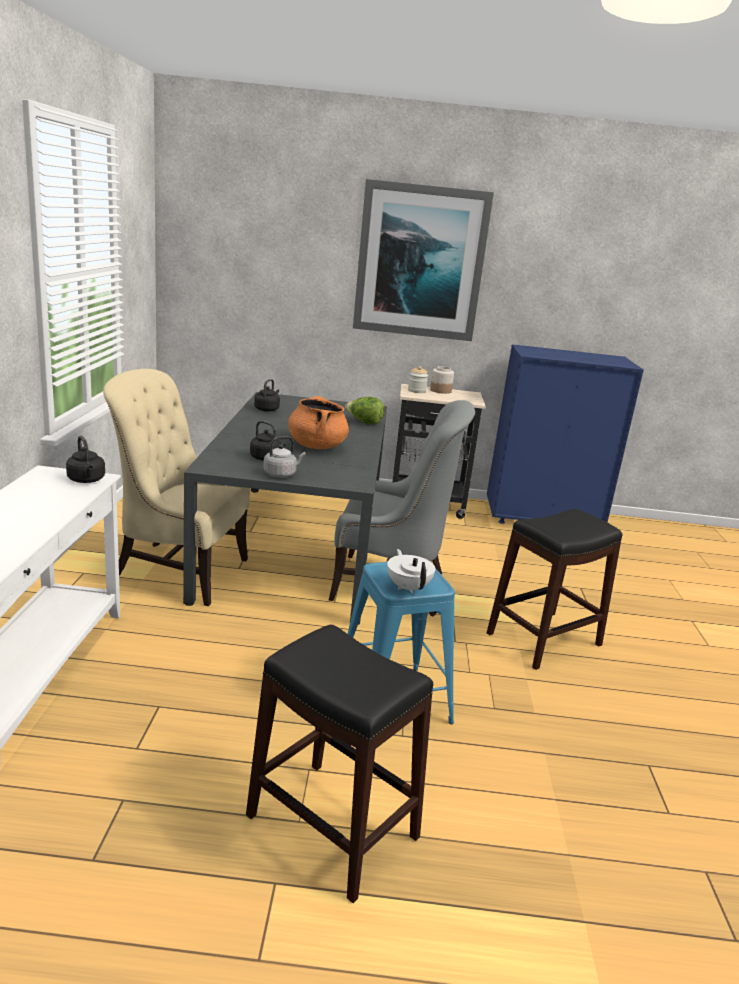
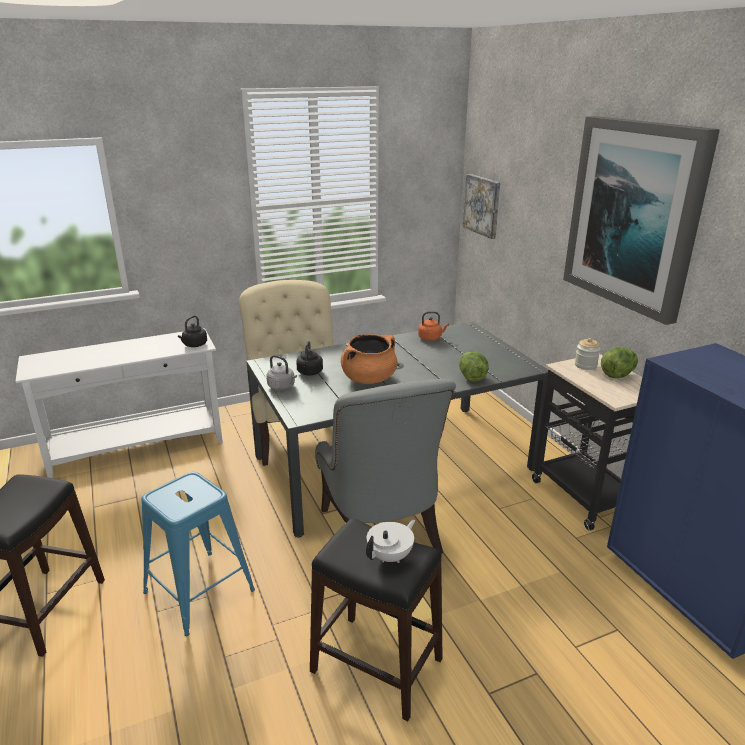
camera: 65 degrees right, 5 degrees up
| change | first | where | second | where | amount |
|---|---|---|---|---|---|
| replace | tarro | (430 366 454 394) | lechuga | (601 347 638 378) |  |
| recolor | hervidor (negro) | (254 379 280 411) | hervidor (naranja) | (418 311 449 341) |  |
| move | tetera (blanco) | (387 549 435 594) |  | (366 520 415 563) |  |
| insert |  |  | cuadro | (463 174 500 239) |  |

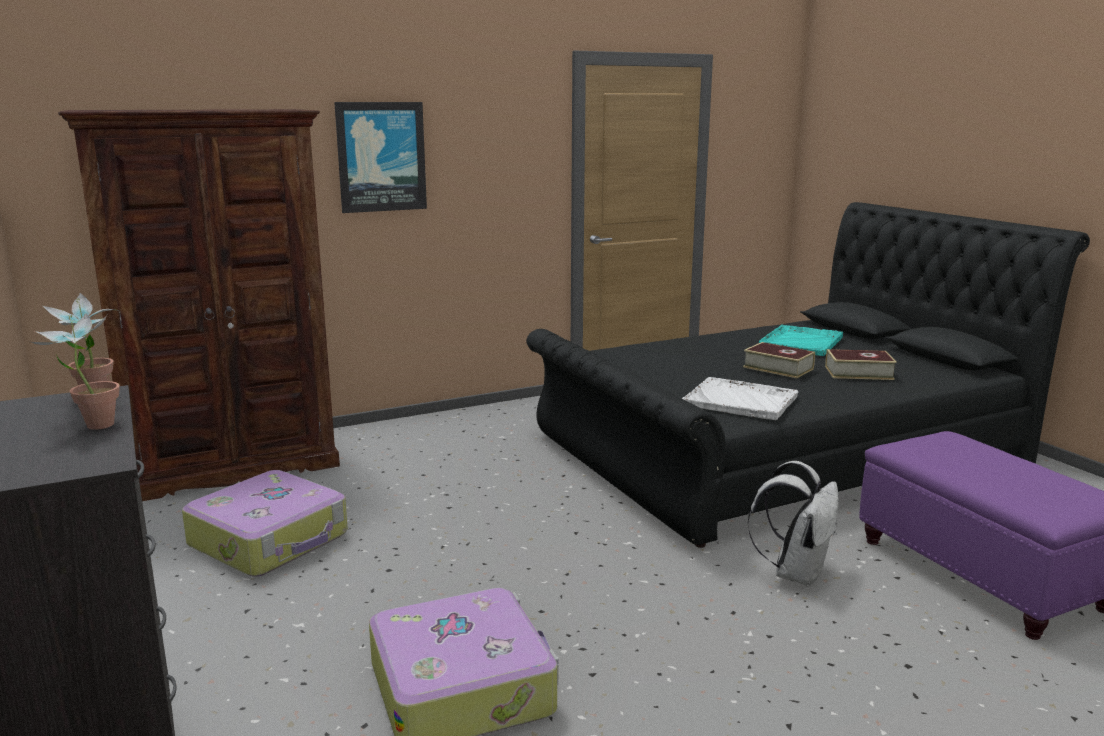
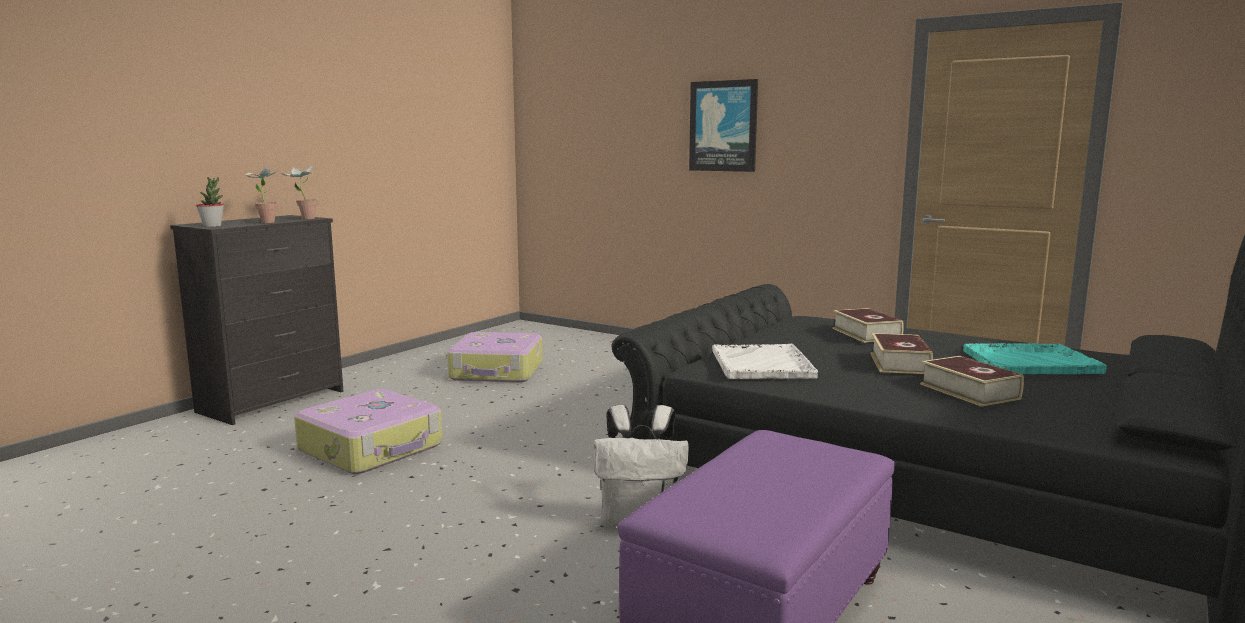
camera: 60 degrees right, 5 degrees down
| change | first | where | second | where | amount |
|---|---|---|---|---|---|
| delete | armario ropero (marrón) | (58 109 340 501) |  |  |  |
| insert |  |  | planta en maceta | (196 177 224 227) |  |
| insert |  |  | libro | (832 308 904 343) |  |

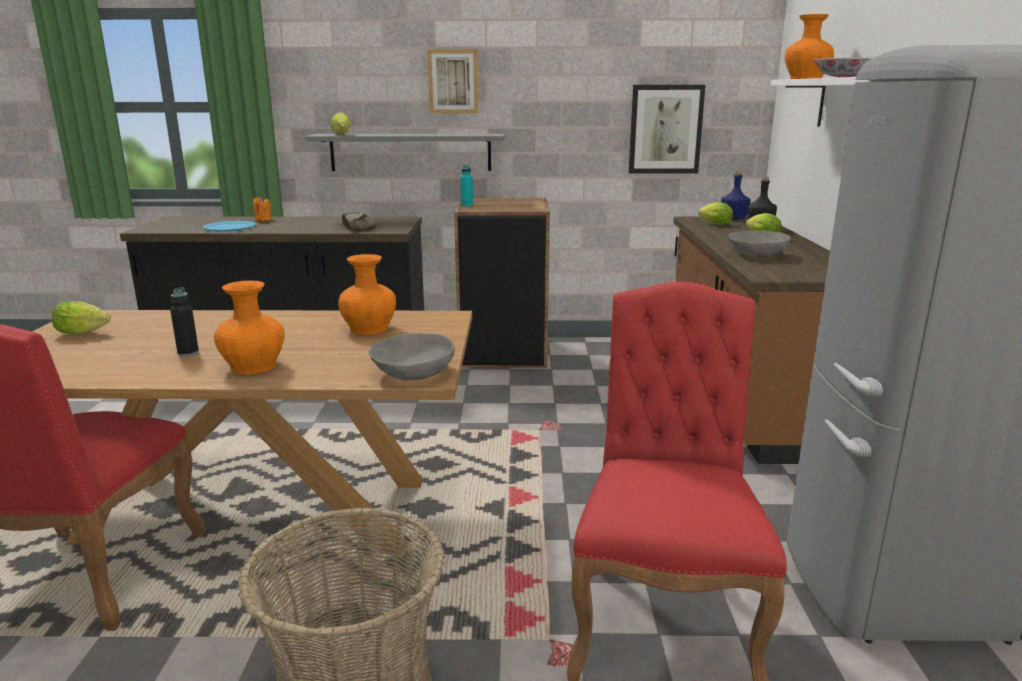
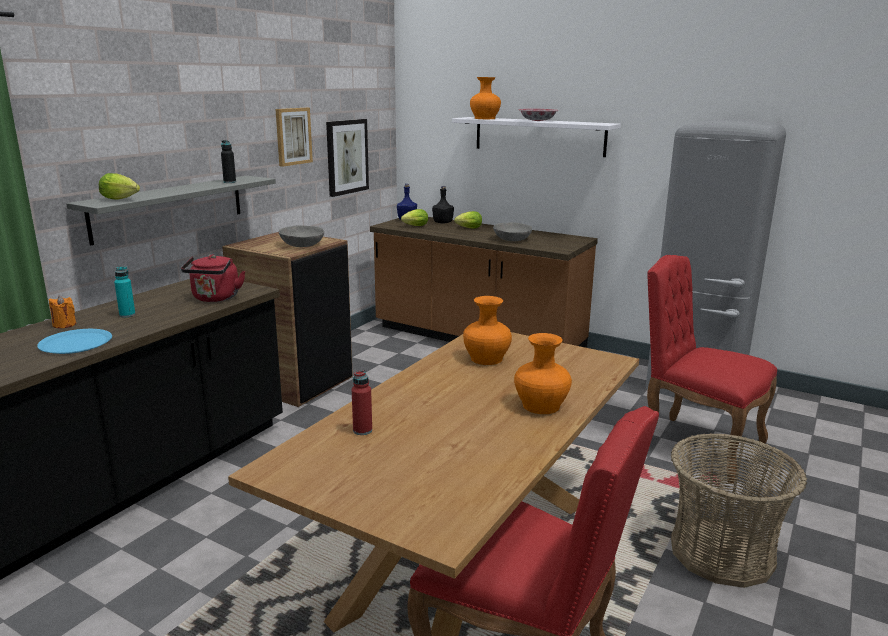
camera: 60 degrees left, 0 degrees up
| change | first | where | second | where | amount |
|---|---|---|---|---|---|
| move | cuadro | (427 50 478 113) |  | (276 108 313 167) |  |
| move | botella (turquesa) | (460 165 473 207) |  | (114 267 135 317) |  |
| replace | pan | (342 212 377 231) | hervidor (rojo) | (181 254 246 302) |  |
| move | botella (negro) | (170 287 199 357) |  | (221 140 236 183) |  |
| delete | lechuga | (52 301 111 335) |  |  |  |
| move | cuenco (gris) | (369 333 455 380) |  | (279 226 324 247) |  |
| insert |  |  | botella (rojo) | (352 370 372 435) |  |

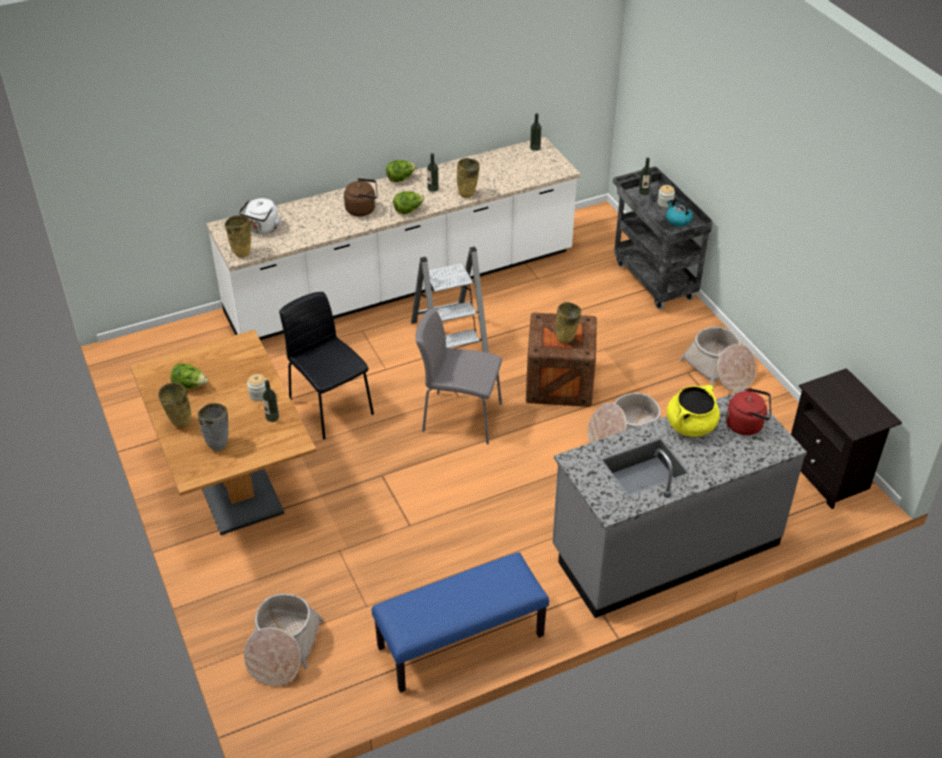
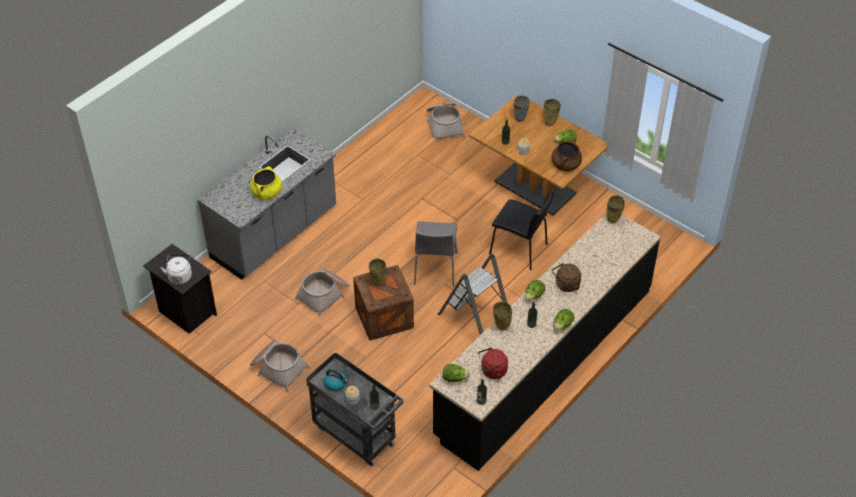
camera: 155 degrees right, 5 degrees up
| change | first | where | second | where | amount |
|---|---|---|---|---|---|
| recolor | mueble bajo de cocina (blanco) | (206 137 580 340) | mueble bajo de cocina (negro) | (429 213 661 471) |  |
| move | hervidor (blanco) | (239 198 282 234) |  | (161 255 192 285) |  |
| rotate | silla (gris) | (416 309 502 444) |  | (414 221 457 287) | 105 degrees clockwise |
| move | hervidor (rojo) | (726 388 771 435) |  | (478 347 508 379) |  |
| delete | banco (azul) | (372 552 549 693) |  |  |  |
| insert |  |  | olla (marrón) | (552 139 582 171) |  |
| insert |  |  | lechuga | (443 364 470 382) |  |

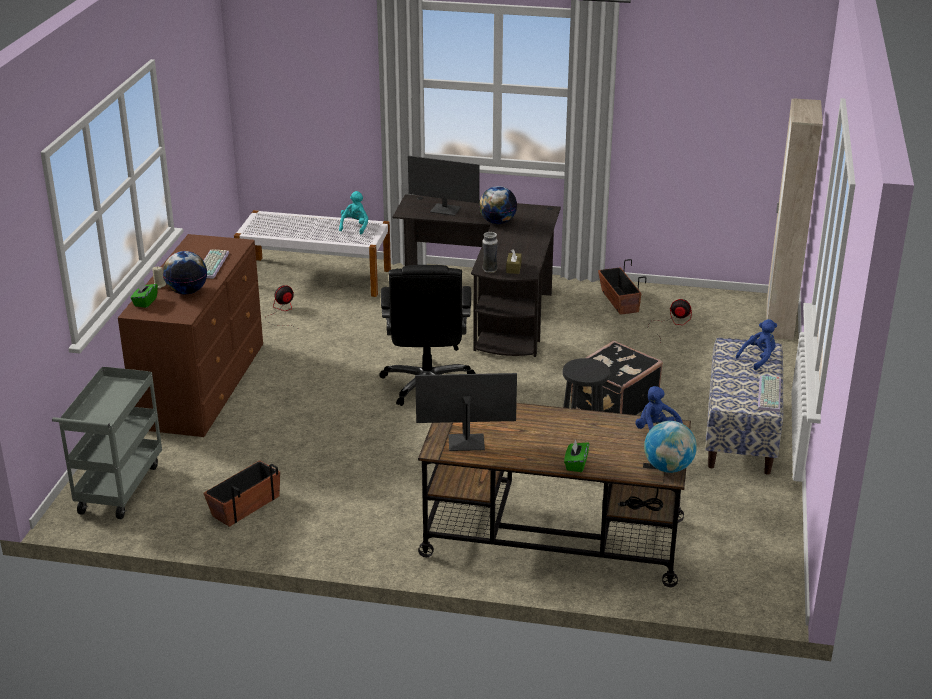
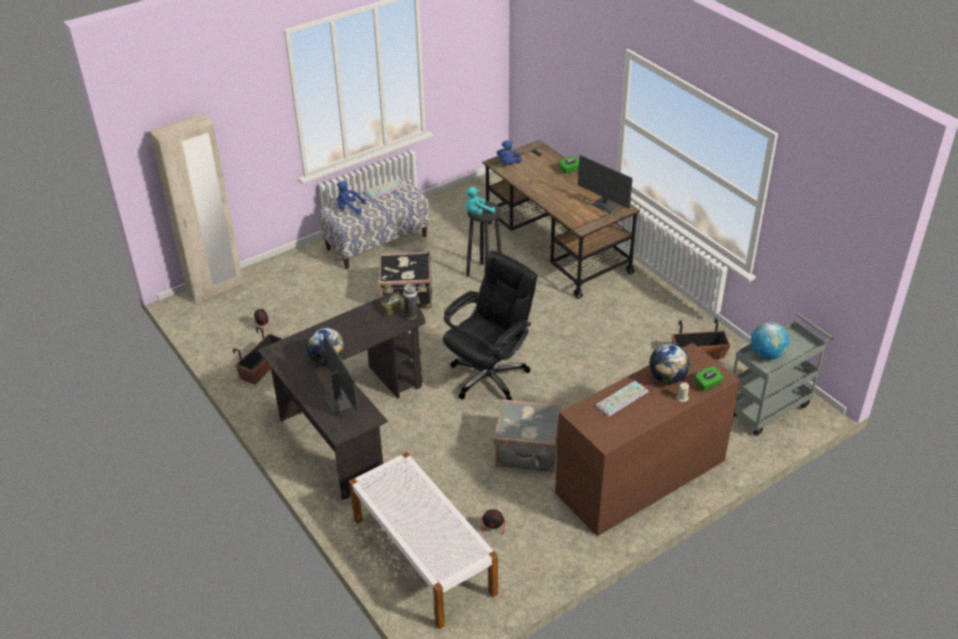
camera: 135 degrees left, 10 degrees up
| change | first | where | second | where | amount |
|---|---|---|---|---|---|
| move | peluche (turquesa) | (339 191 368 235) |  | (465 187 495 215) |  |
| move | globo terráqueo | (644 421 697 473) |  | (751 322 789 360) |  |
| insert |  |  | maleta (gris) | (494 399 561 472) |  |

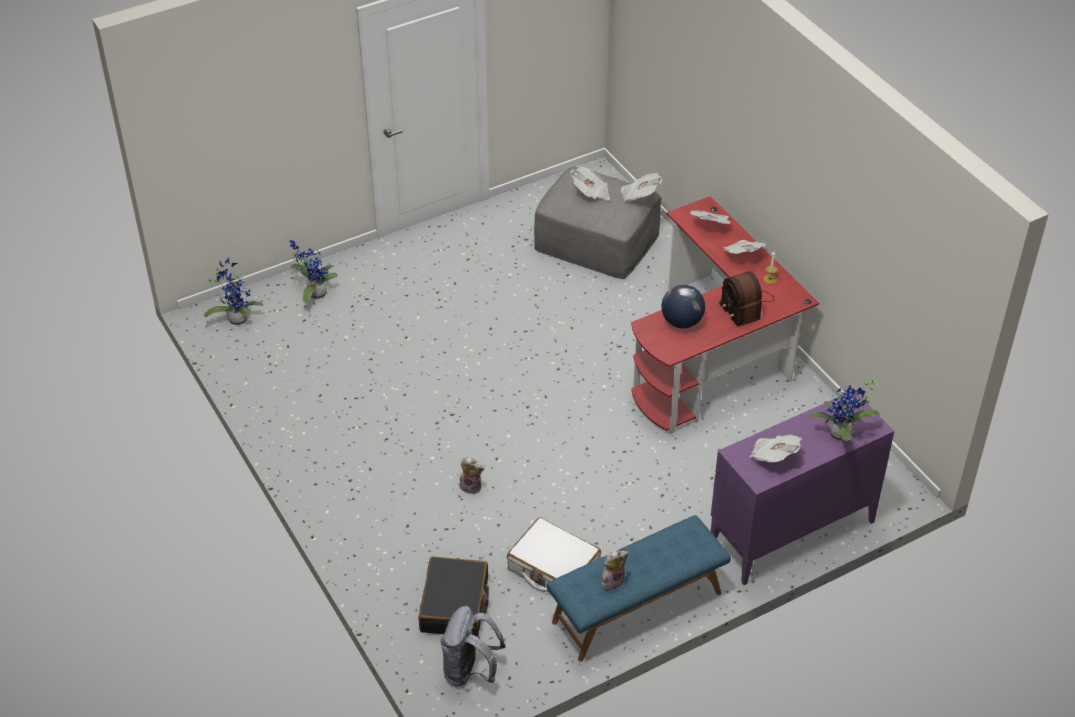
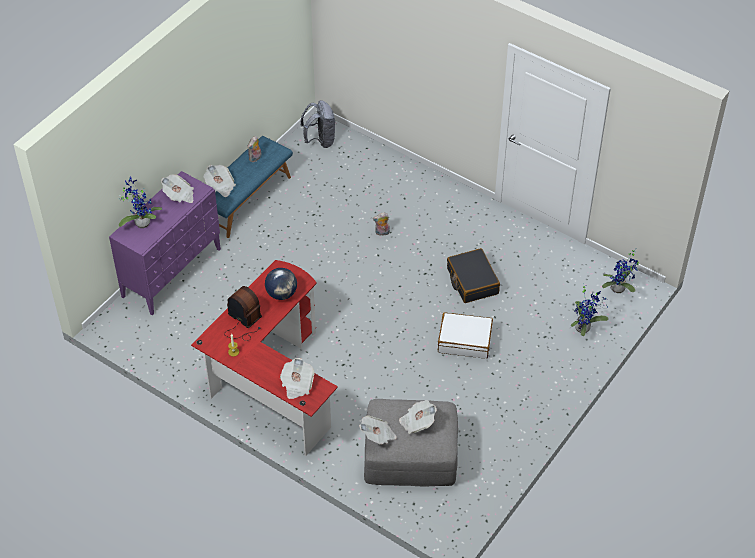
camera: 155 degrees right, 5 degrees up
| change | first | where | second | where | amount |
|---|---|---|---|---|---|
| move | periódico | (723 240 766 254) |  | (204 165 236 197) |  |
| move | maleta (blanco) | (507 517 601 592) |  | (438 312 493 359) |  |
| move | maleta (negro) | (419 557 489 637) |  | (447 248 500 303) |  |

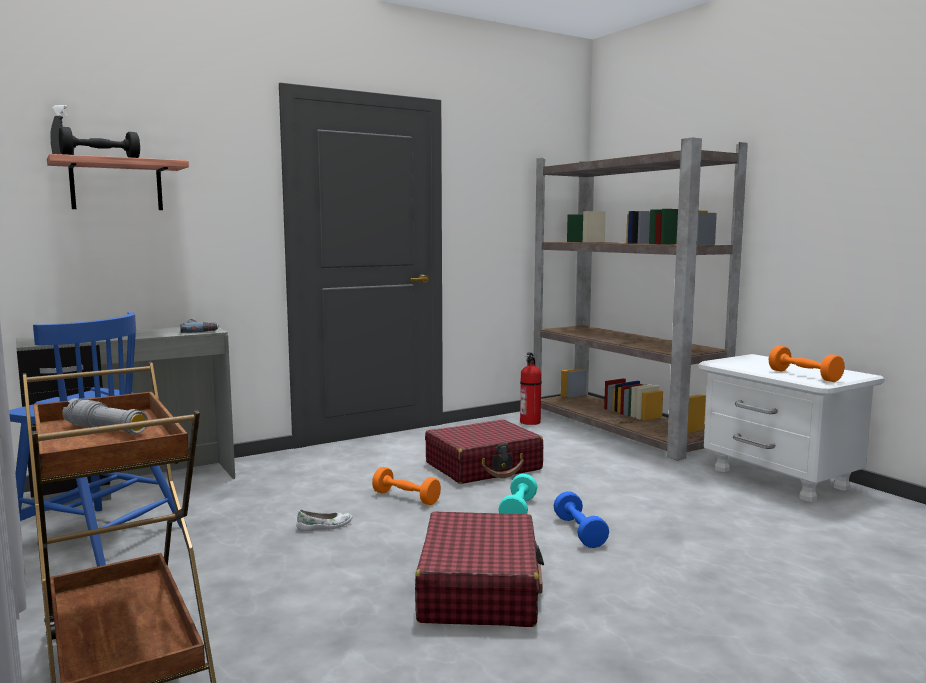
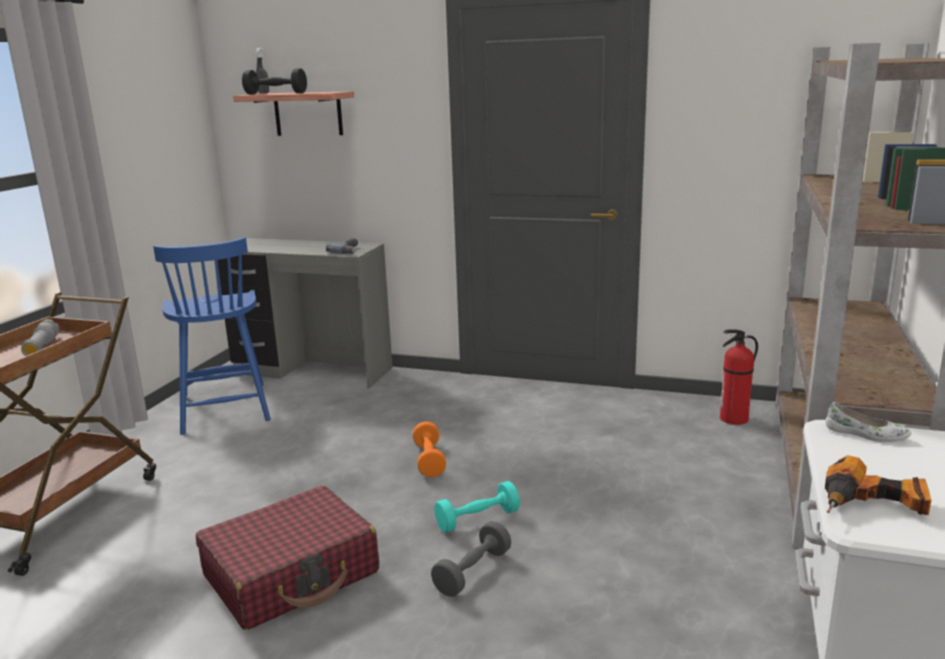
camera: 50 degrees right, 10 degrees up
| change | first | where | second | where | amount |
|---|---|---|---|---|---|
| replace | mancuerna (naranja) | (769 345 845 382) | taladro | (825 455 931 515) |  |
| delete | maleta (rojo) | (425 420 543 484) |  |  |  |
| recolor | mancuerna (azul) | (554 491 609 548) | mancuerna (gris) | (431 521 511 597) |  |
| move | zapato (blanco) | (296 510 352 531) |  | (825 402 911 442) |  |

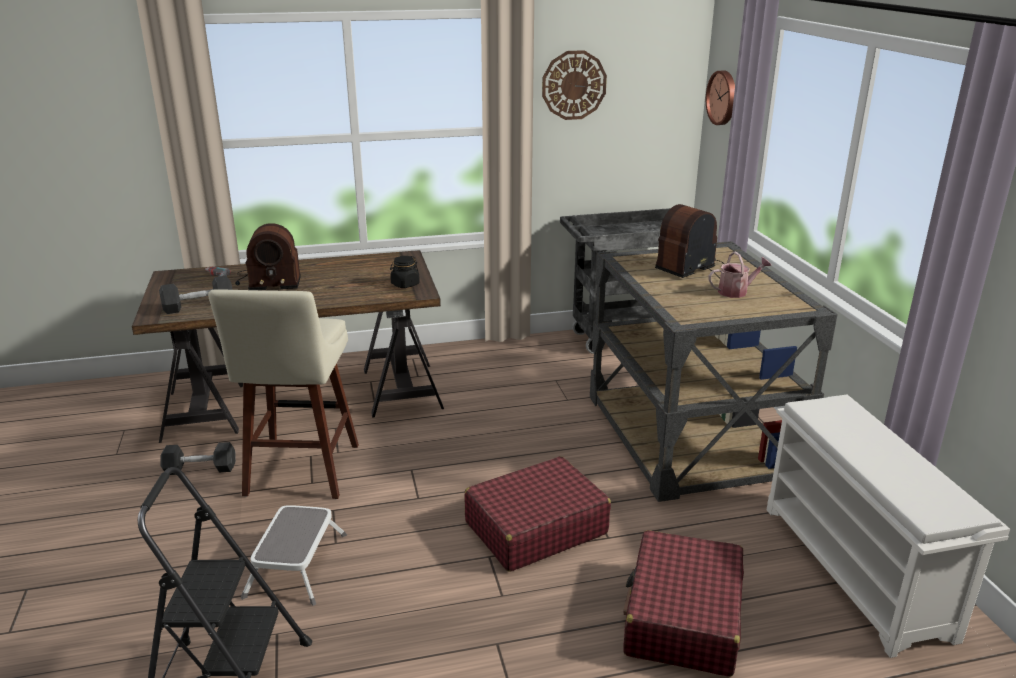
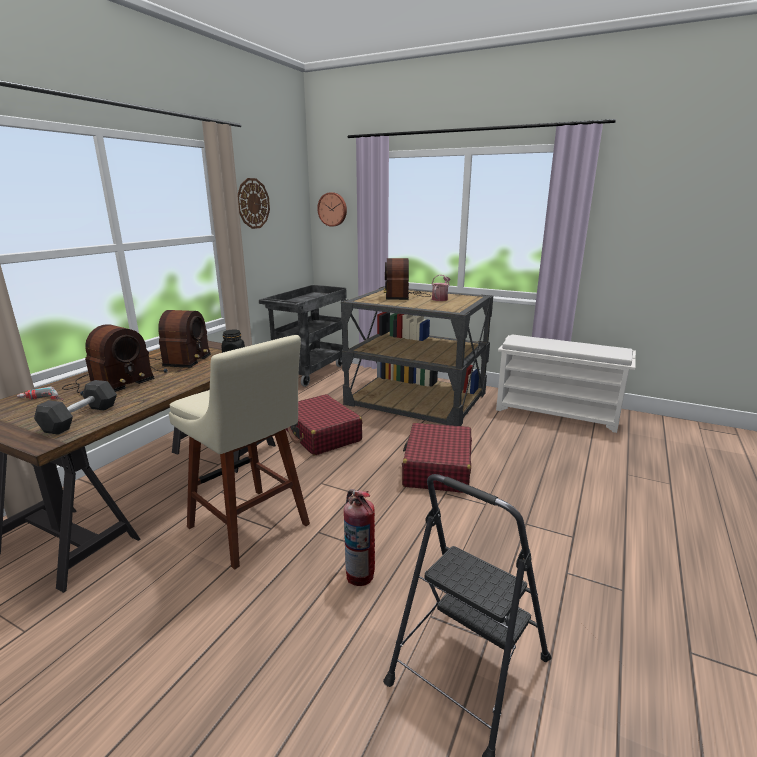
camera: 50 degrees left, 5 degrees down
| change | first | where | second | where | amount |
|---|---|---|---|---|---|
| delete | mancuerna (gris) | (160 442 236 475) |  |  |  |
| replace | escalera de tijera (gris) | (241 505 347 606) | extintor | (344 489 375 586) |  |
| move | maleta (rojo) | (623 530 744 677) |  | (285 394 363 456) |  |
| insert |  |  | radio | (152 310 211 373) |  |

